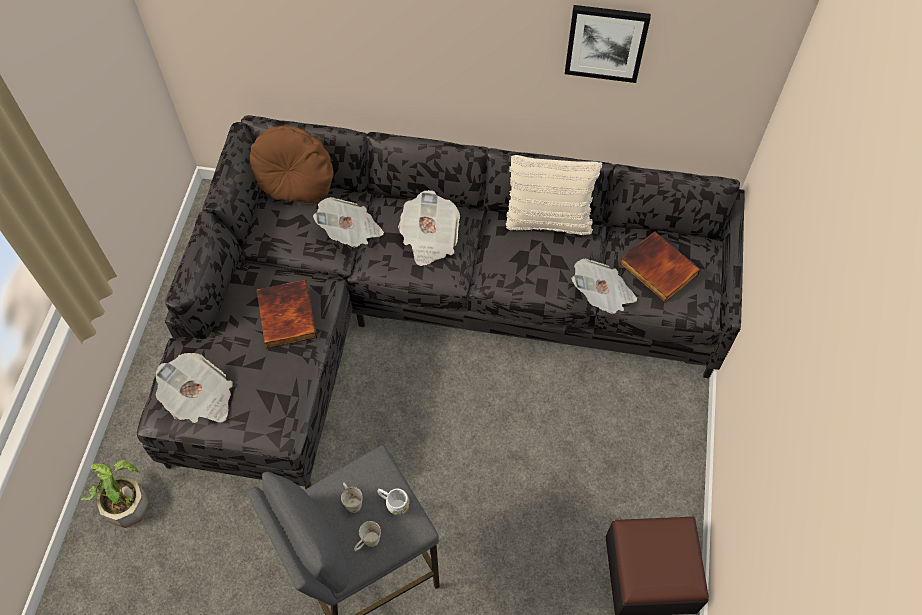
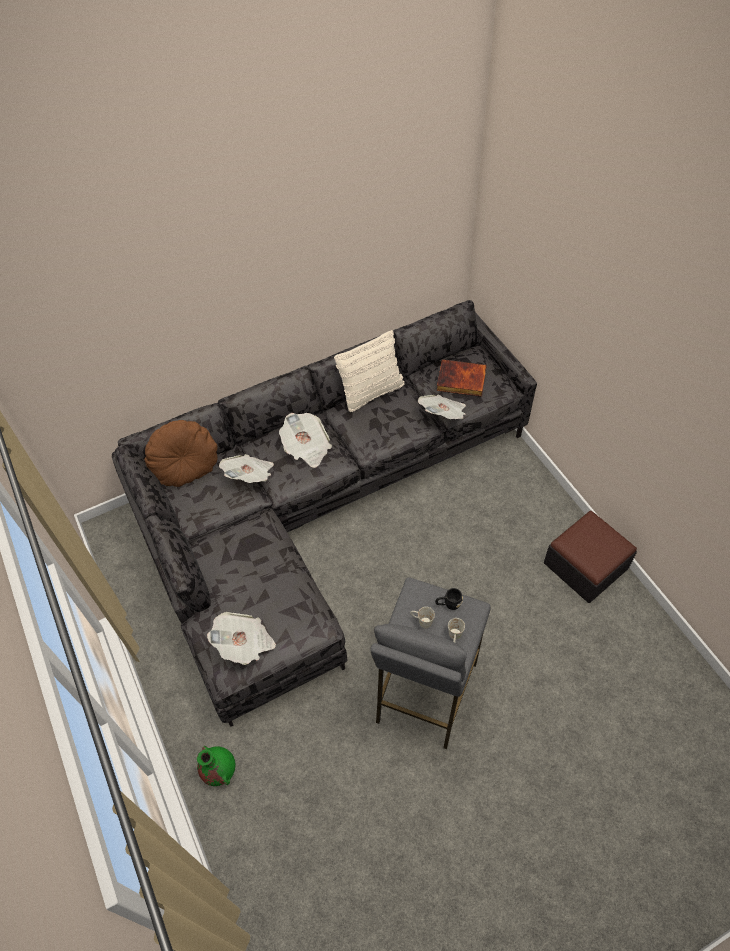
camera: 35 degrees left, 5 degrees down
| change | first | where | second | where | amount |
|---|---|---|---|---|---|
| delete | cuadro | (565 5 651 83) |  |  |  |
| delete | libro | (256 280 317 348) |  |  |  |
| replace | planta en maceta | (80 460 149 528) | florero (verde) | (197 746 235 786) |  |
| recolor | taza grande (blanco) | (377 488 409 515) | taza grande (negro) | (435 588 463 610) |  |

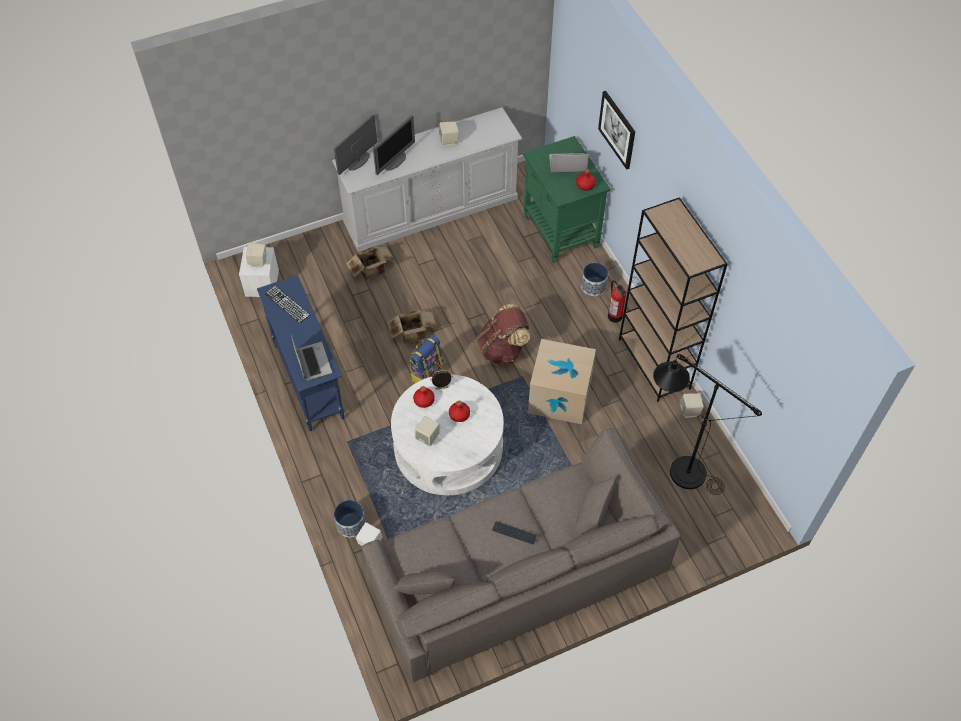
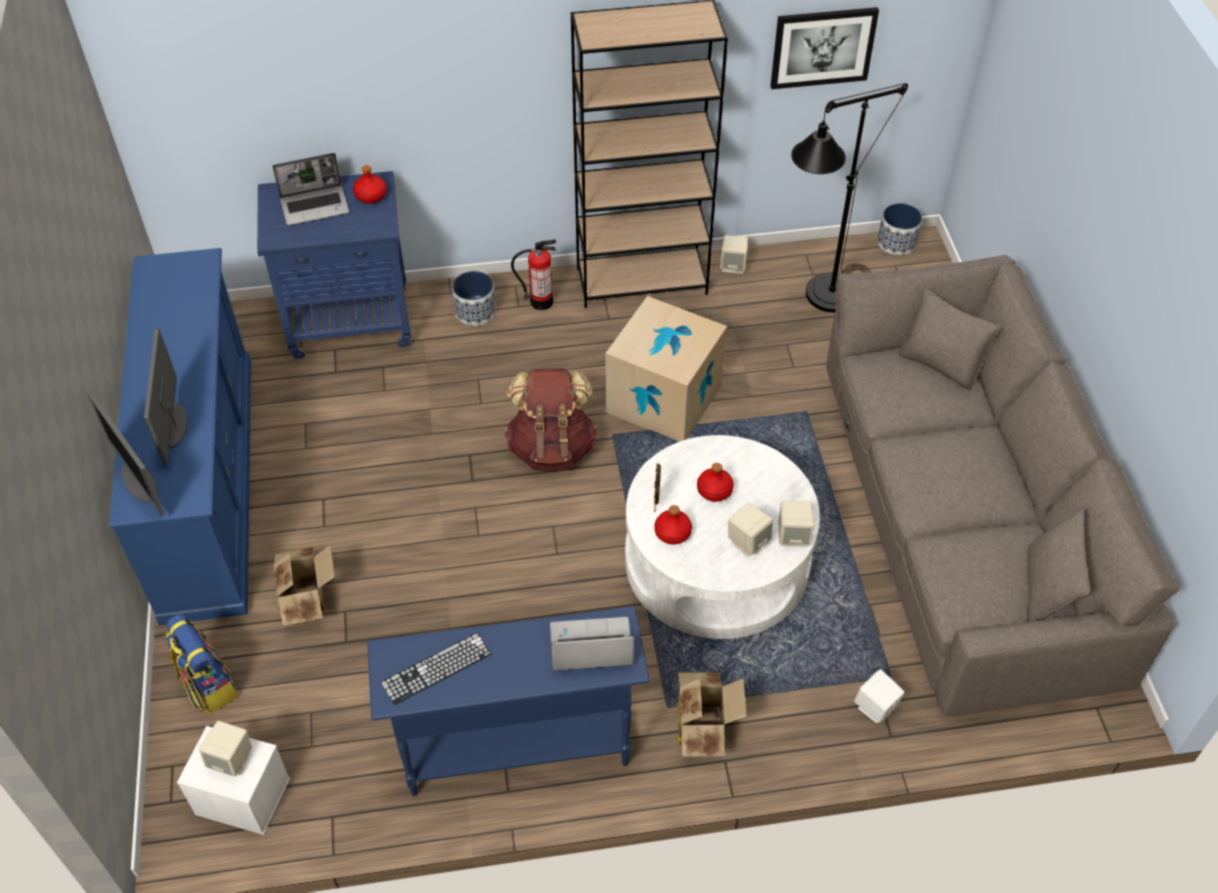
camera: 75 degrees left, 5 degrees down
| change | first | where | second | where | amount |
|---|---|---|---|---|---|
| move | cuadro | (598 91 635 170) |  | (771 7 879 89) |  |
| recolor | armario (blanco) | (332 107 522 252) | armario (azul) | (109 248 251 626) |  |
| rotate | monitor | (373 115 415 175) |  | (144 329 187 465) | 150 degrees counterclockwise |
| move | altavoz (beis) | (439 121 459 147) |  | (779 501 814 547) |  |
| recolor | carrito (verde) | (523 136 611 263) | carrito (azul) | (257 171 411 360) |  |
| rotate | portátil | (549 153 589 173) |  | (272 153 350 226) | 120 degrees counterclockwise |
| move | caja de cartón | (387 310 437 344) |  | (677 672 747 757) |  |
| move | mochila | (409 335 444 383) |  | (165 614 238 714) |  |
| move | maceta | (334 500 365 538) |  | (877 203 923 255) |  |
| delete | teclado | (492 521 537 544) |  |  |  |

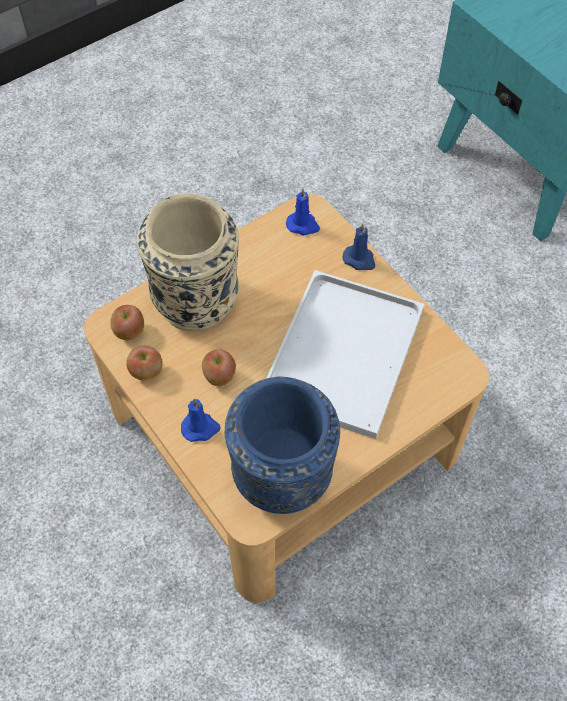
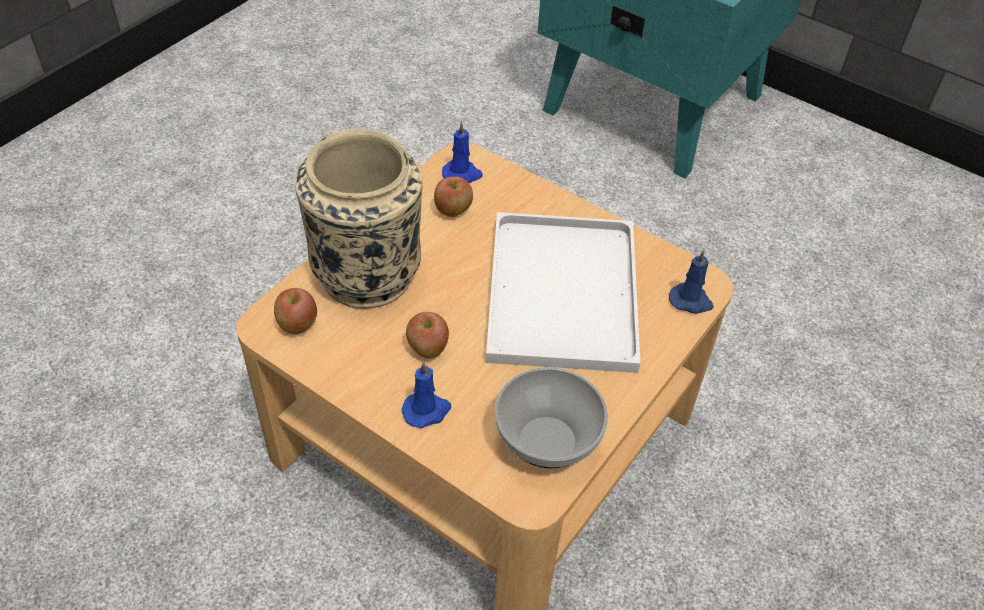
camera: 20 degrees left, 10 degrees down
| change | first | where | second | where | amount |
|---|---|---|---|---|---|
| move | vela (azul) | (343 223 375 270) |  | (669 250 714 314) |  |
| move | manzana | (126 346 163 380) |  | (434 176 473 217) |  |
| replace | florero (azul) | (225 376 340 514) | cuenco | (495 367 608 468) |  |

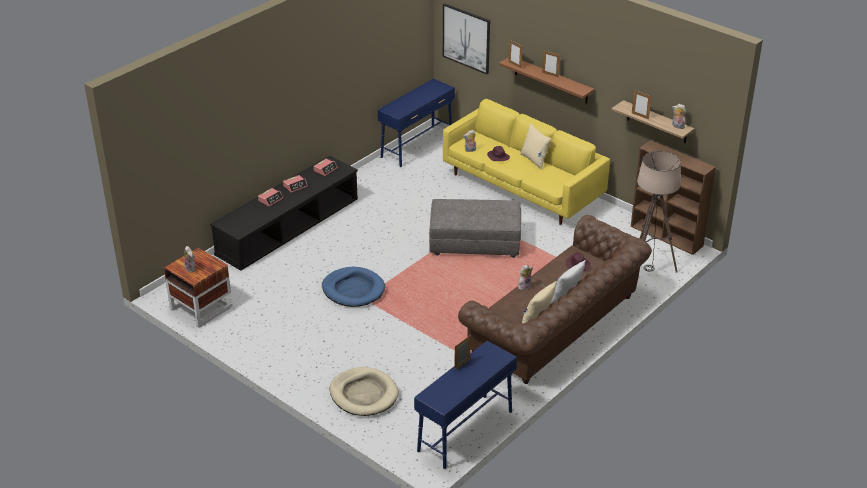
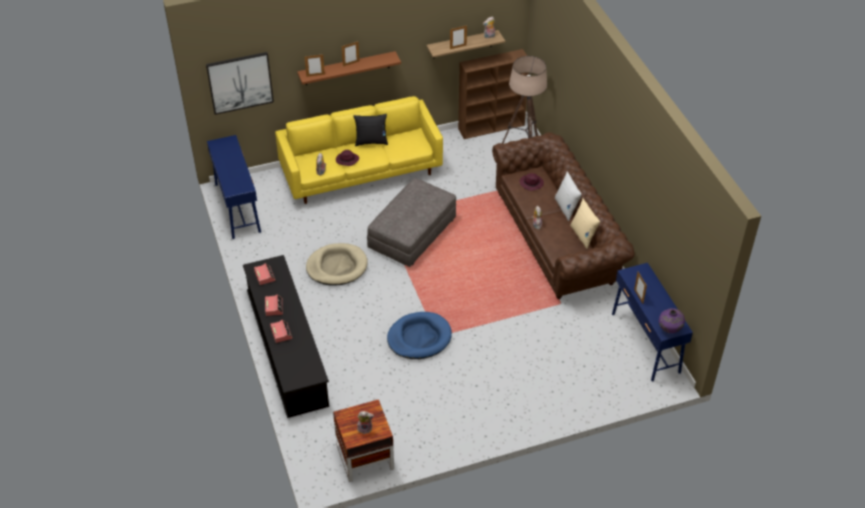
camera: 60 degrees left, 10 degrees up
| change | first | where | second | where | amount |
|---|---|---|---|---|---|
| recolor | cojín (beis) | (520 124 551 170) | cojín (negro) | (353 114 388 146) |  |
| move | cama para perro (beis) | (330 367 399 416) |  | (306 243 368 286) |  |
| insert |  |  | florero (morado) | (659 308 685 333) |  |

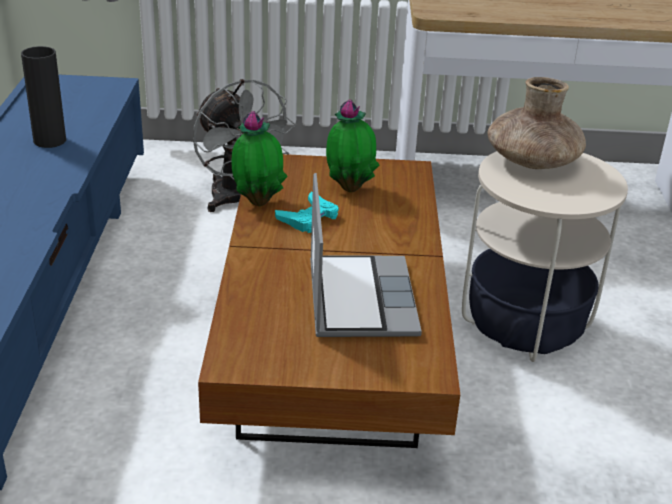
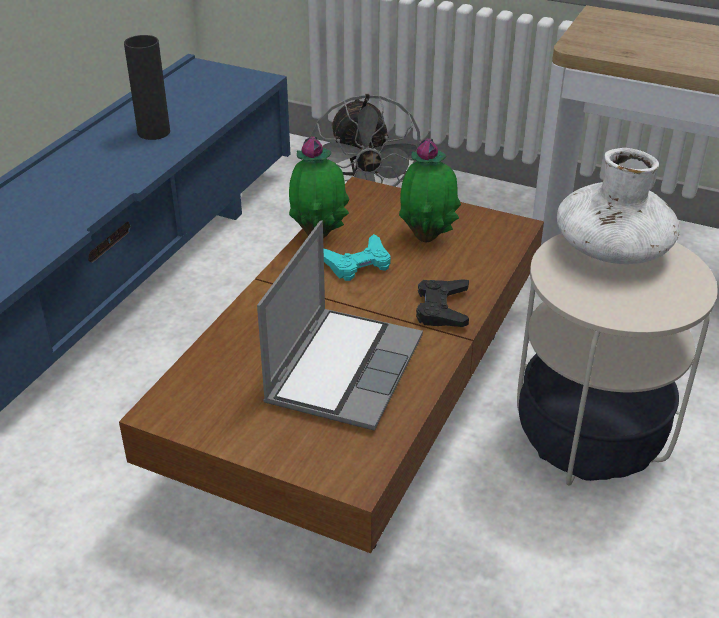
camera: 25 degrees right, 5 degrees up
| change | first | where | second | where | amount |
|---|---|---|---|---|---|
| recolor | florero (marrón) | (488 77 586 169) | florero (blanco) | (557 148 680 264) |  |
| insert |  |  | mando de consola (negro) | (416 279 469 327) |  |

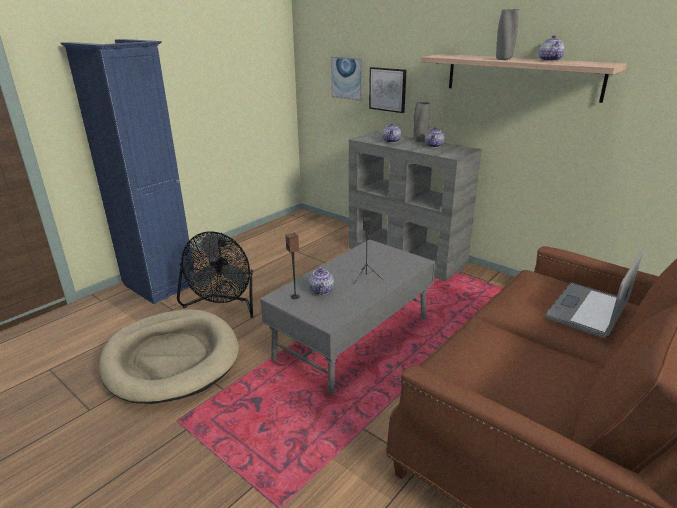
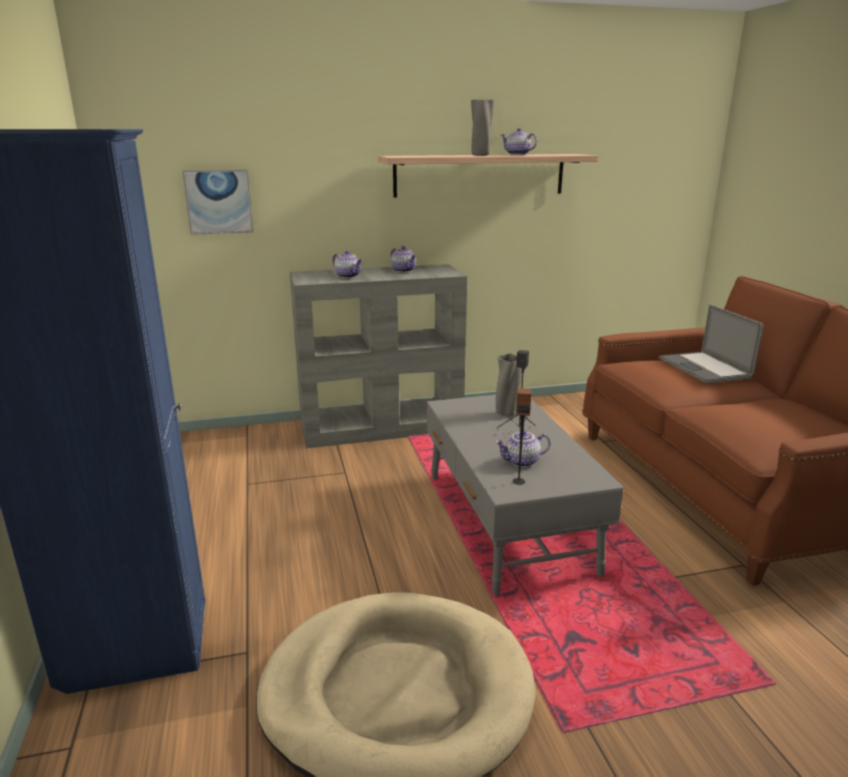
camera: 55 degrees left, 5 degrees down
| change | first | where | second | where | amount |
|---|---|---|---|---|---|
| delete | cuadro | (369 67 406 113) |  |  |  |
| move | florero (gris) | (413 102 429 142) |  | (496 354 522 416) |  |
| delete | ventilador (negro) | (177 231 253 318) |  |  |  |
| rotate | tetera | (309 265 334 295) |  | (495 430 551 467) | 135 degrees clockwise |

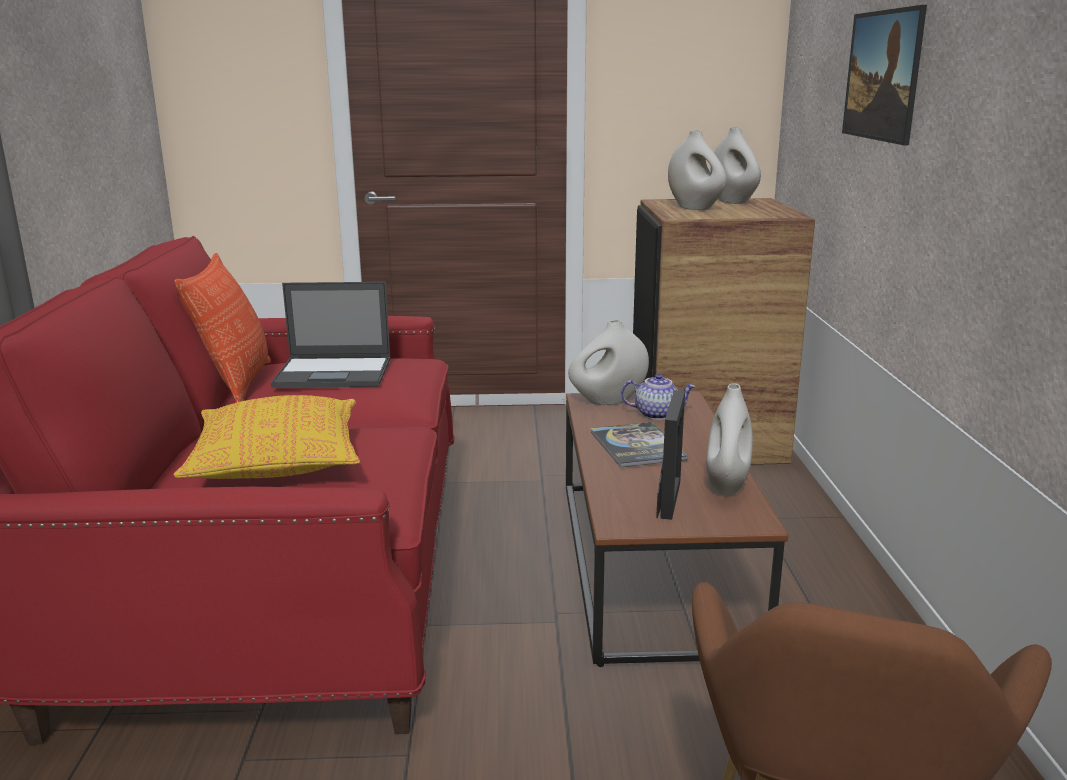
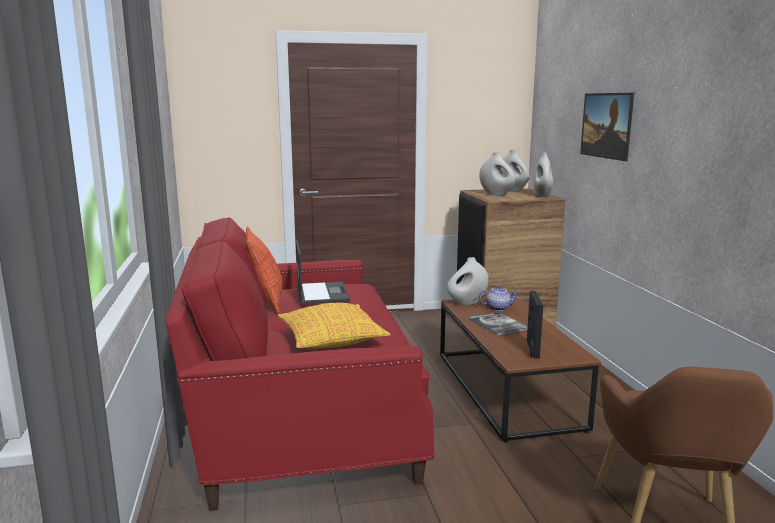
camera: 10 degrees left, 5 degrees down
| change | first | where | second | where | amount |
|---|---|---|---|---|---|
| rotate | portátil | (271 282 391 388) |  | (296 240 350 304) | 90 degrees counterclockwise |
| move | florero (blanco) | (706 383 753 495) |  | (533 153 553 197) |  |

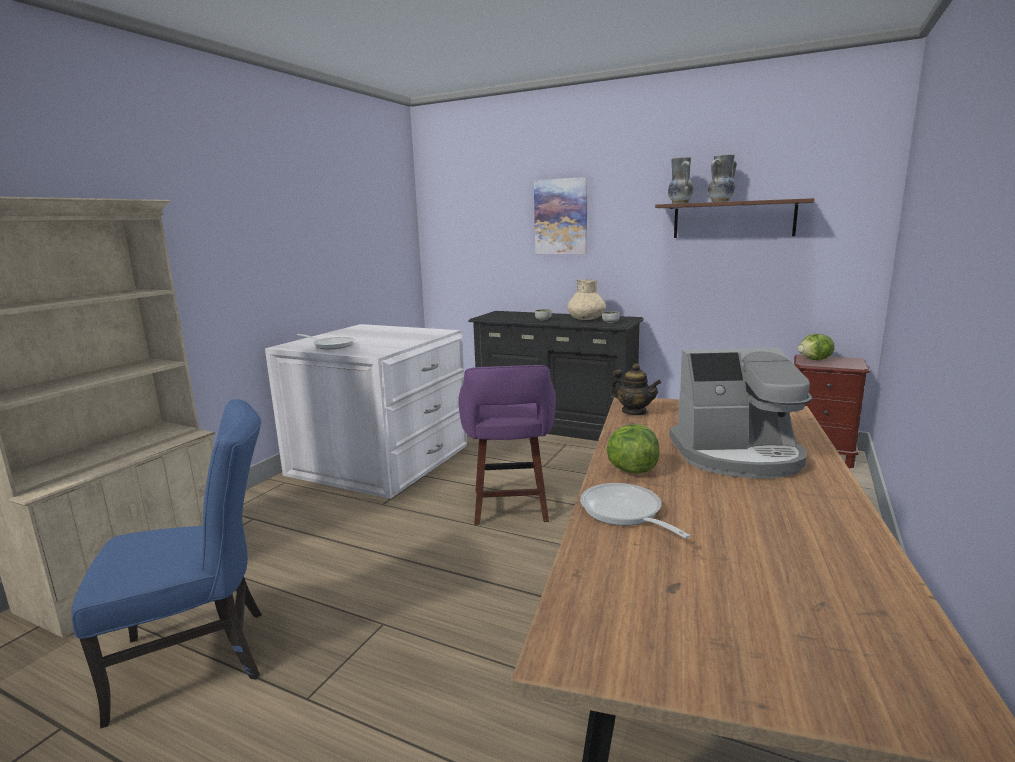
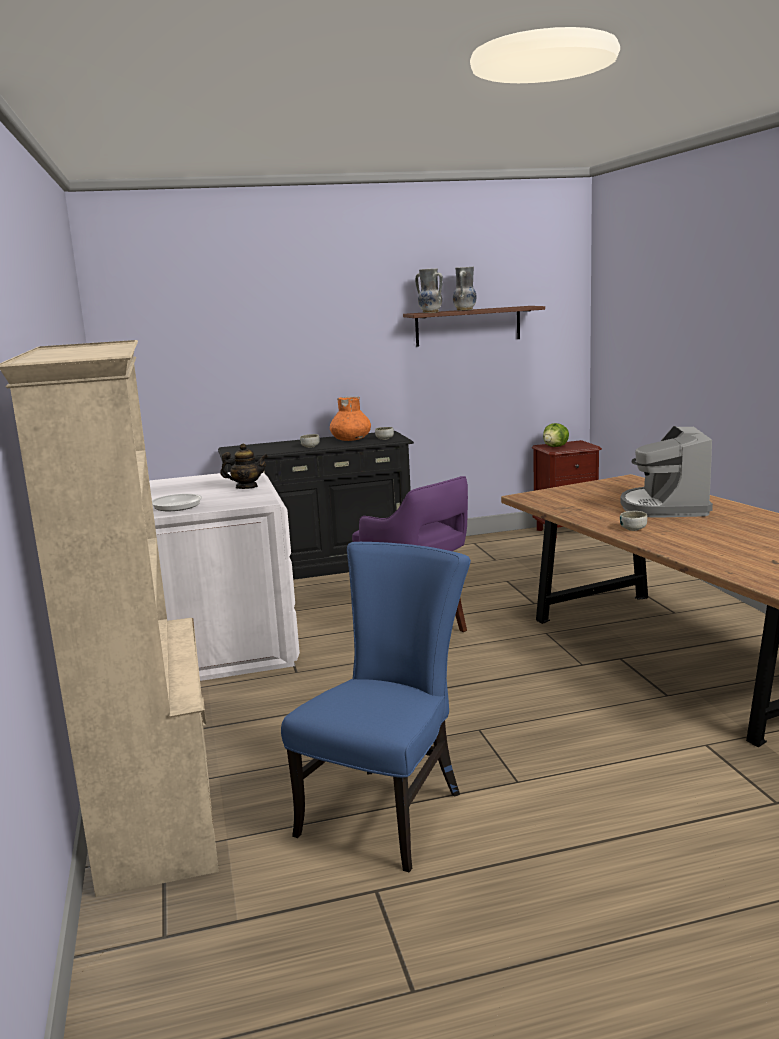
camera: 40 degrees left, 0 degrees up
| change | first | where | second | where | amount |
|---|---|---|---|---|---|
| delete | cuadro | (534 177 587 254) |  |  |  |
| recolor | florero (beis) | (567 279 606 320) | florero (naranja) | (330 396 371 441) |  |
| rotate | cafetera | (669 347 812 478) |  | (620 426 713 518) | 135 degrees clockwise |
| move | tetera | (610 363 661 415) |  | (220 443 268 489) |  |
| replace | lechuga | (607 424 660 474) | cuenco | (620 511 647 531) |  |
| delete | sartén | (580 483 690 539) |  |  |  |

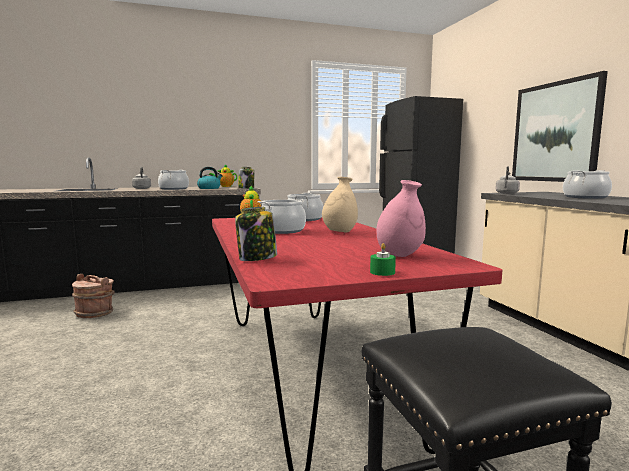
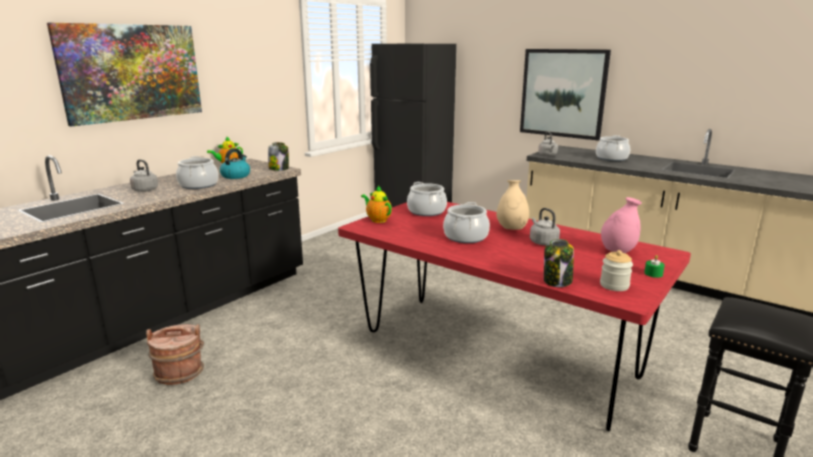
camera: 35 degrees left, 10 degrees up
| change | first | where | second | where | amount |
|---|---|---|---|---|---|
| insert |  |  | cuadro | (47 23 202 126) |  |
| insert |  |  | hervidor (gris) | (530 208 560 245) |  |
| insert |  |  | tarro | (600 250 633 291) |  |

